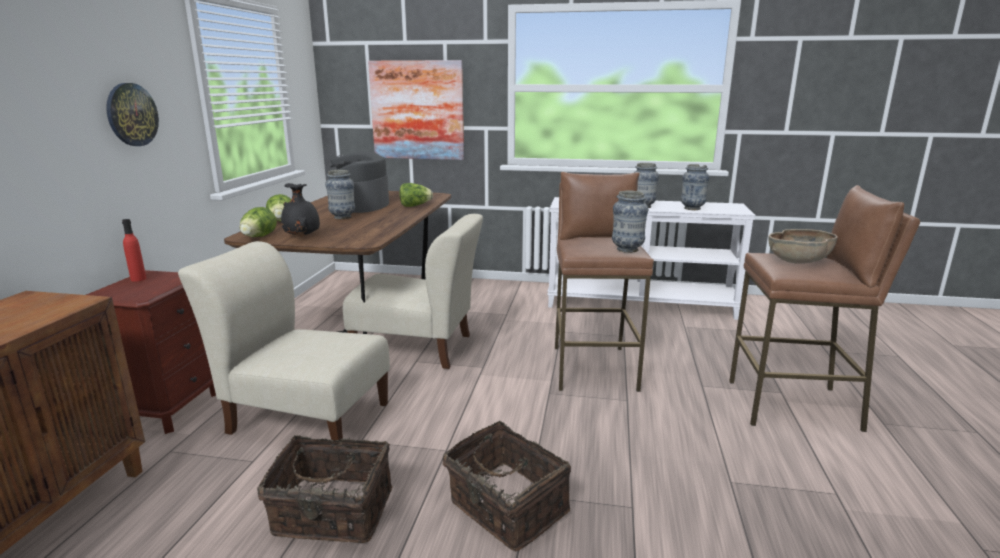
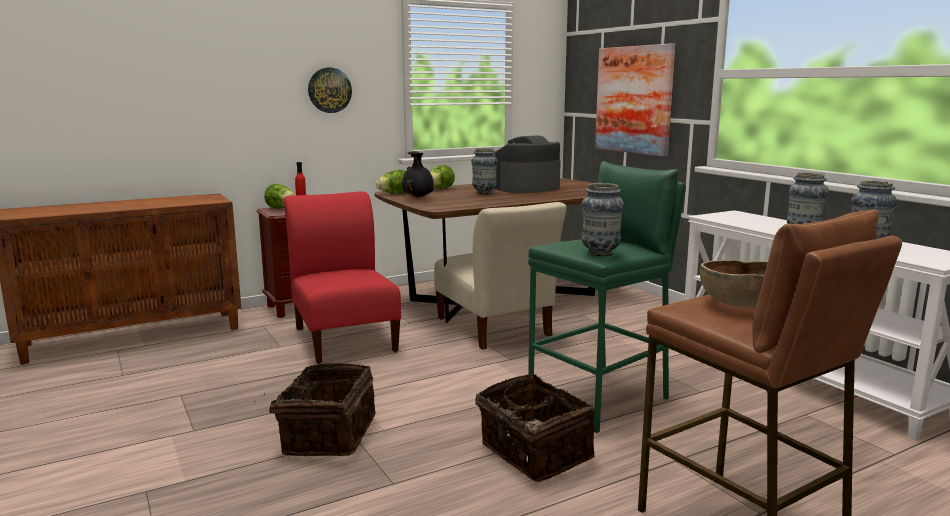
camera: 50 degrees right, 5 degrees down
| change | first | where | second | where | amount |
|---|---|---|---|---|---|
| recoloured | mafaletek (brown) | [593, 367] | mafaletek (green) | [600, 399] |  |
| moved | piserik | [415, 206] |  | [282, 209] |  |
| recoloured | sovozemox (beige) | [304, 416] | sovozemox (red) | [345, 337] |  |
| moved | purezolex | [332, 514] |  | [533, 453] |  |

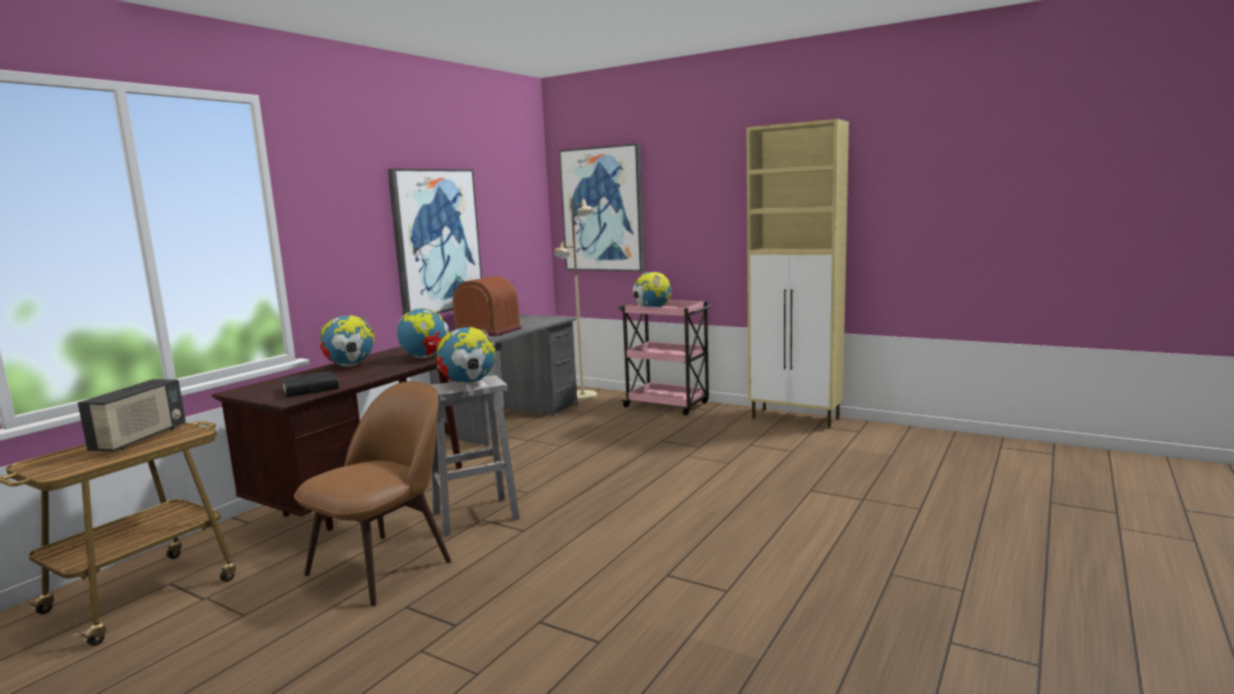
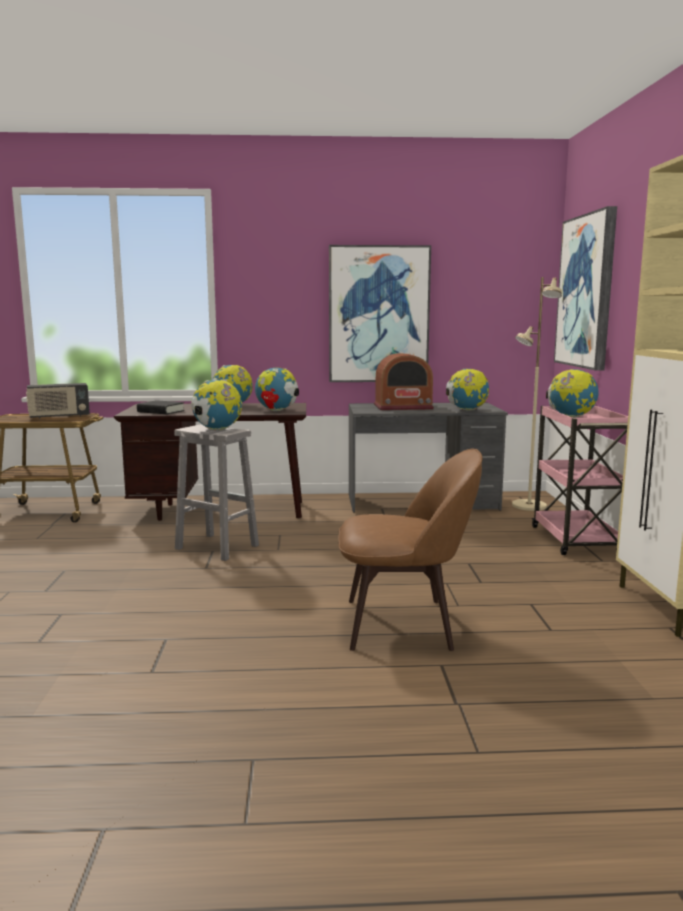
camera: 55 degrees right, 0 degrees up
| change | first | where | second | where | amount |
|---|---|---|---|---|---|
| turned | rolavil | [488, 331] |  | [403, 407] | 90 degrees clockwise |
| moved | sovozemox (brown) | [384, 565] |  | [404, 624] |  |
| added |  |  | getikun | [467, 410] |  |

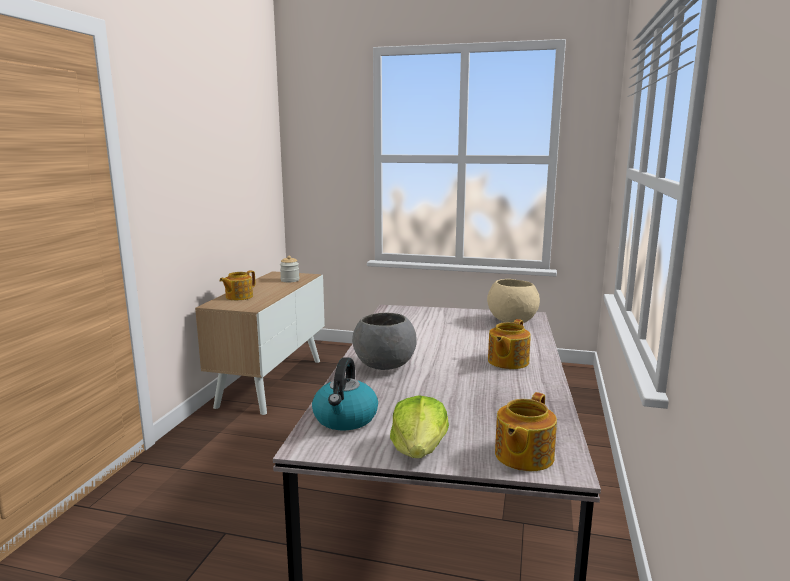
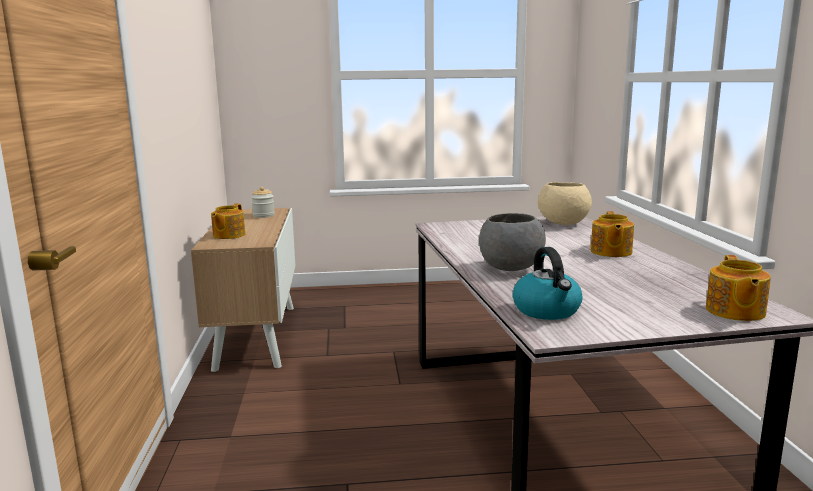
camera: 20 degrees left, 0 degrees up
| change | first | where | second | where | amount |
|---|---|---|---|---|---|
| removed | piserik | [419, 450] |  |  |  |

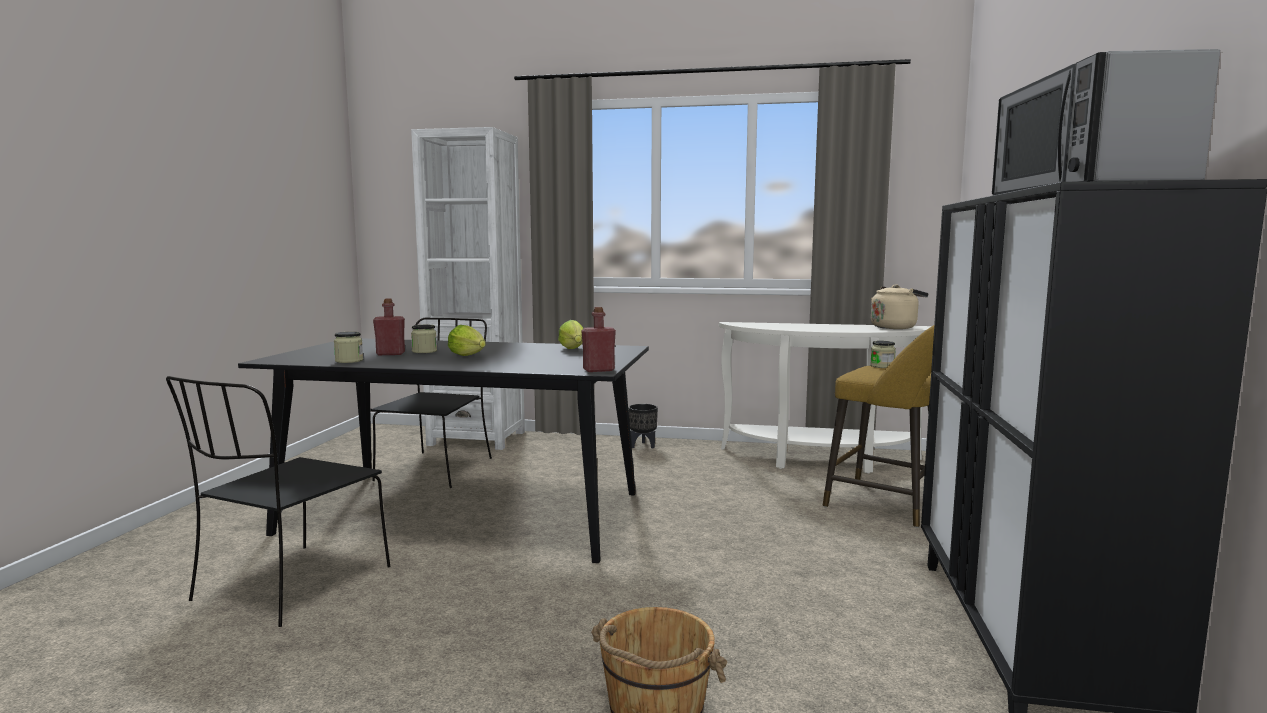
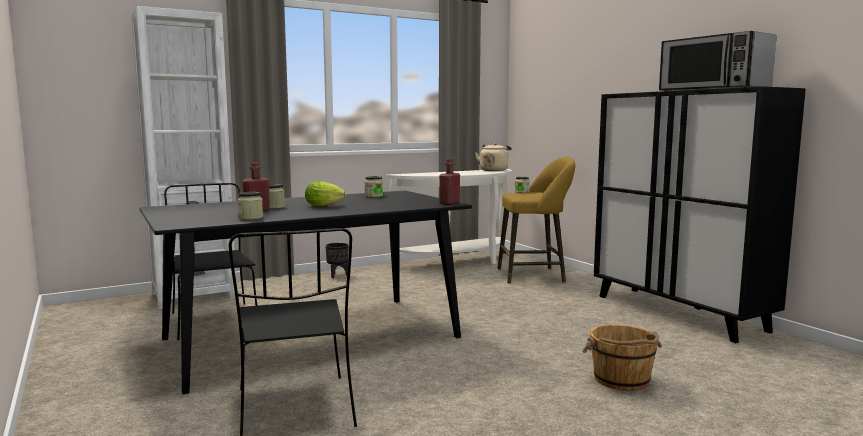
camera: 40 degrees left, 0 degrees up
| change | first | where | second | where | amount |
|---|---|---|---|---|---|
| replaced | piserik | [574, 349] | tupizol | [373, 196] |  |

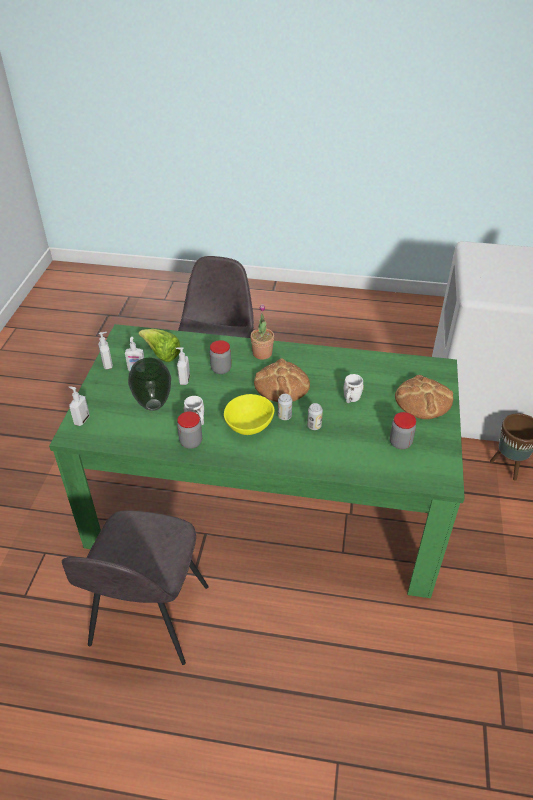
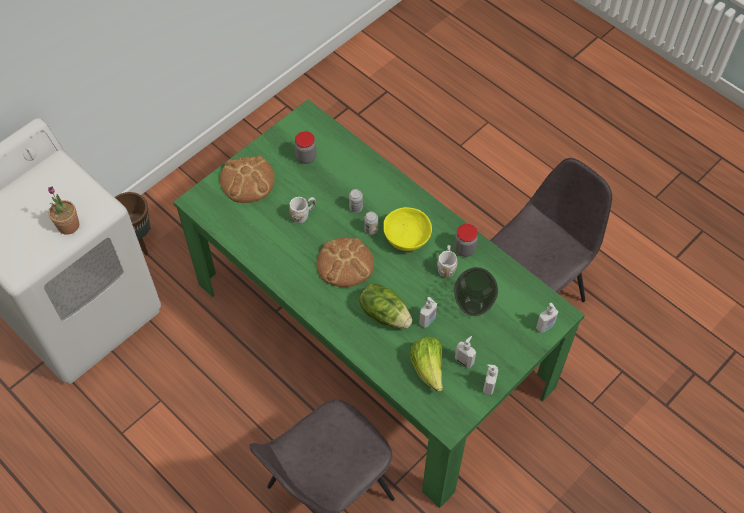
camera: 145 degrees left, 15 degrees up
| change | first | where | second | where | amount |
|---|---|---|---|---|---|
| moved | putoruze | [262, 353] |  | [68, 225] |  |
| replaced | tupizol | [221, 369] | piserik | [385, 314] |  |

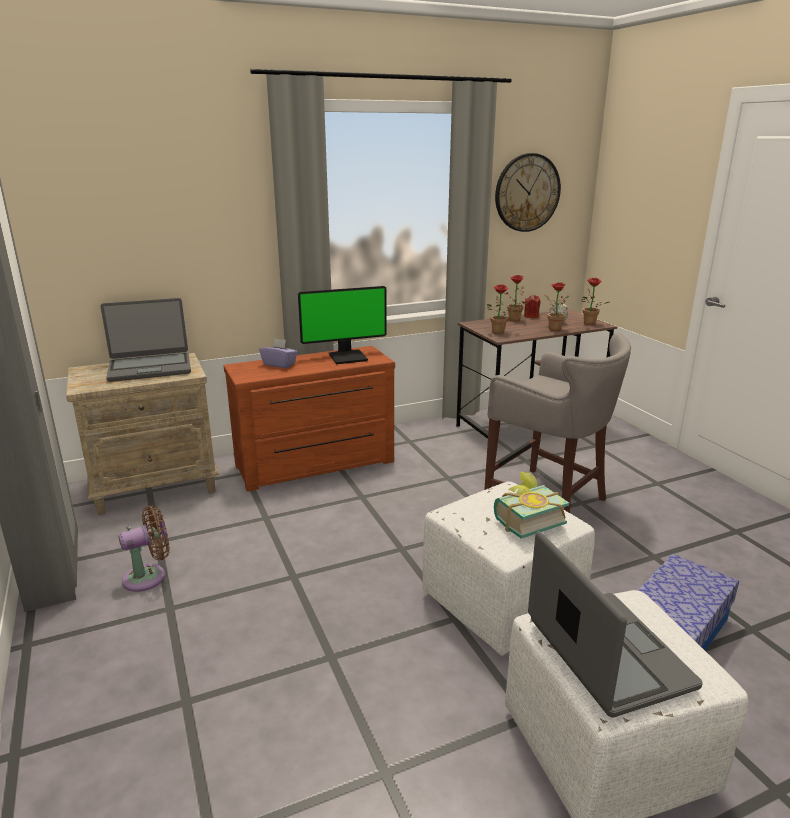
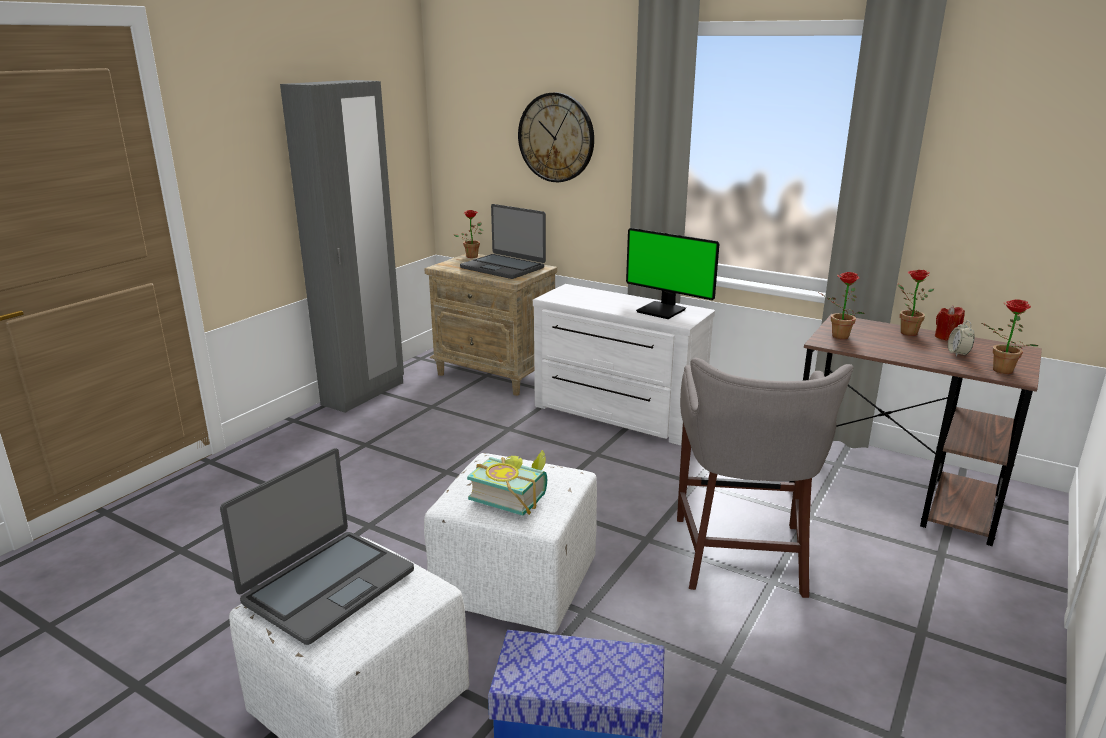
camera: 55 degrees right, 0 degrees up
| change | first | where | second | where | amount |
|---|---|---|---|---|---|
| moved | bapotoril | [527, 193] |  | [556, 137] |  |
| moved | putoruze | [552, 328] |  | [472, 256] |  |
| removed | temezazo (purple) | [279, 364] |  |  |  |
| recoloured | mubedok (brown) | [316, 465] | mubedok (white) | [616, 415] |  |
| removed | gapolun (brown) | [149, 577] |  |  |  |

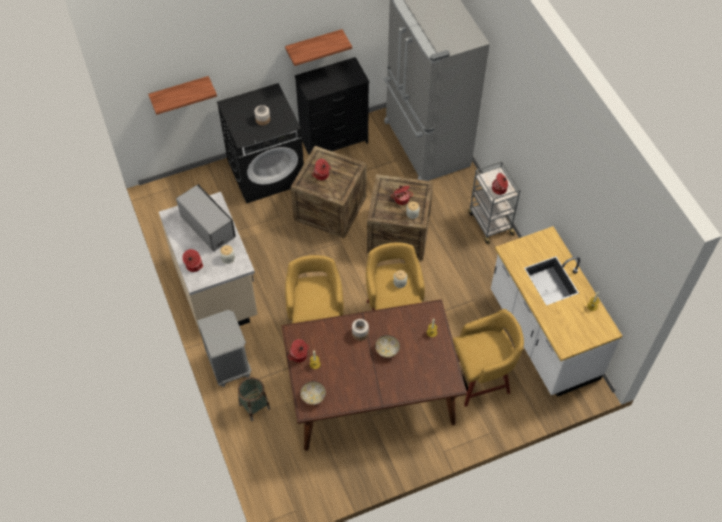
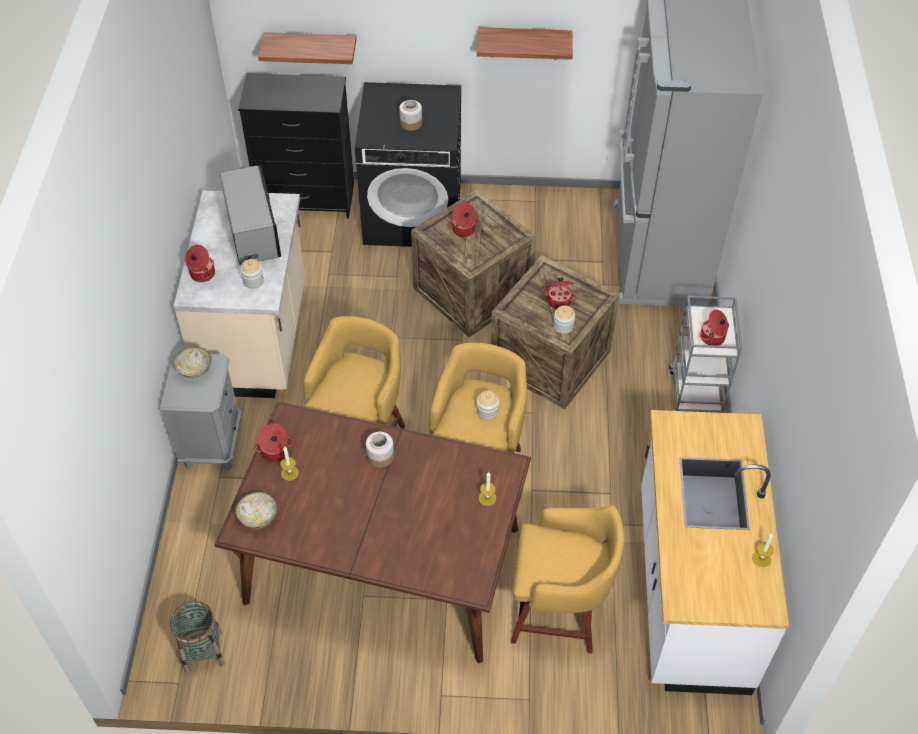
camera: 25 degrees right, 5 degrees down
| change | first | where | second | where | amount |
|---|---|---|---|---|---|
| moved | mubedok (black) | [334, 140] |  | [306, 199] |  |
| moved | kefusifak | [387, 350] |  | [195, 370] |  |
| moved | purezolex | [254, 406] |  | [203, 651] |  |

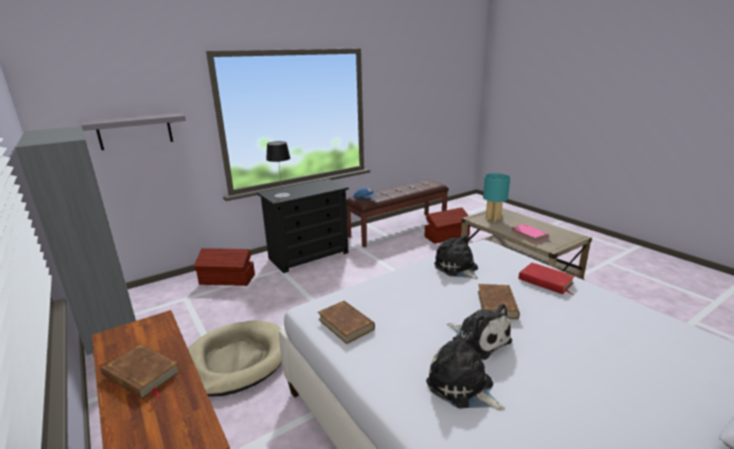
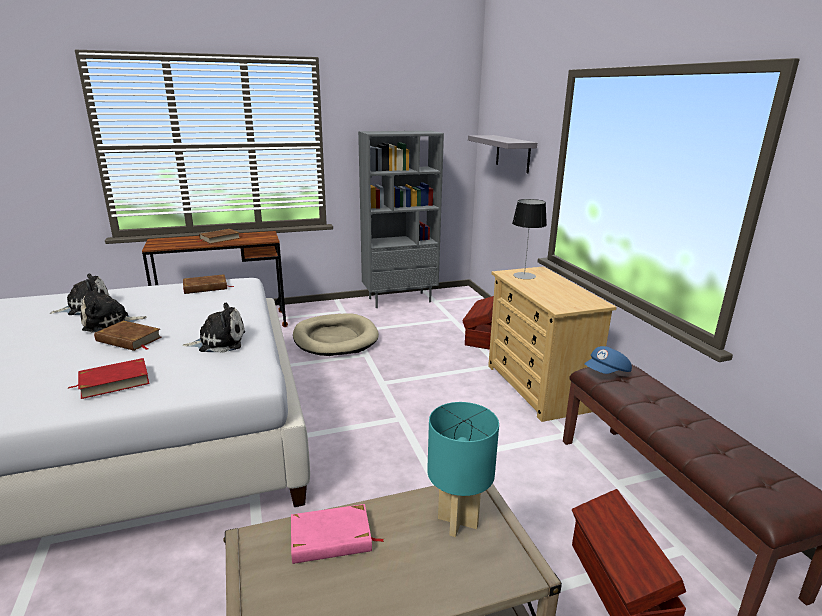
camera: 105 degrees right, 0 degrees up
| change | first | where | second | where | amount |
|---|---|---|---|---|---|
| recoloured | mubedok (black) | [309, 255] | mubedok (beige) | [538, 387] |  |

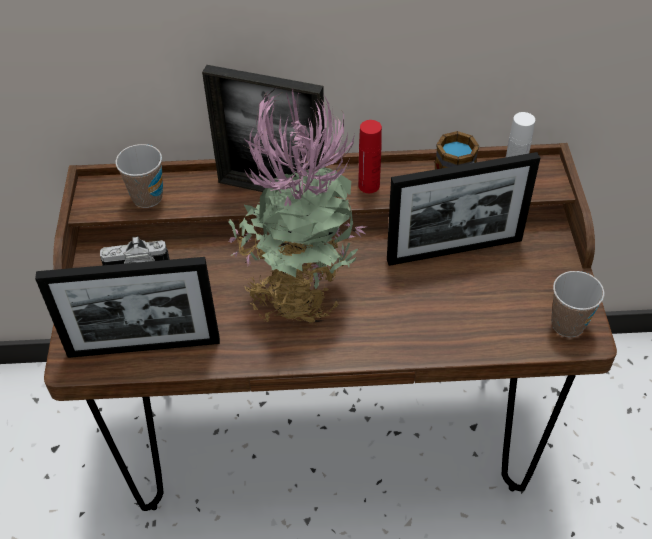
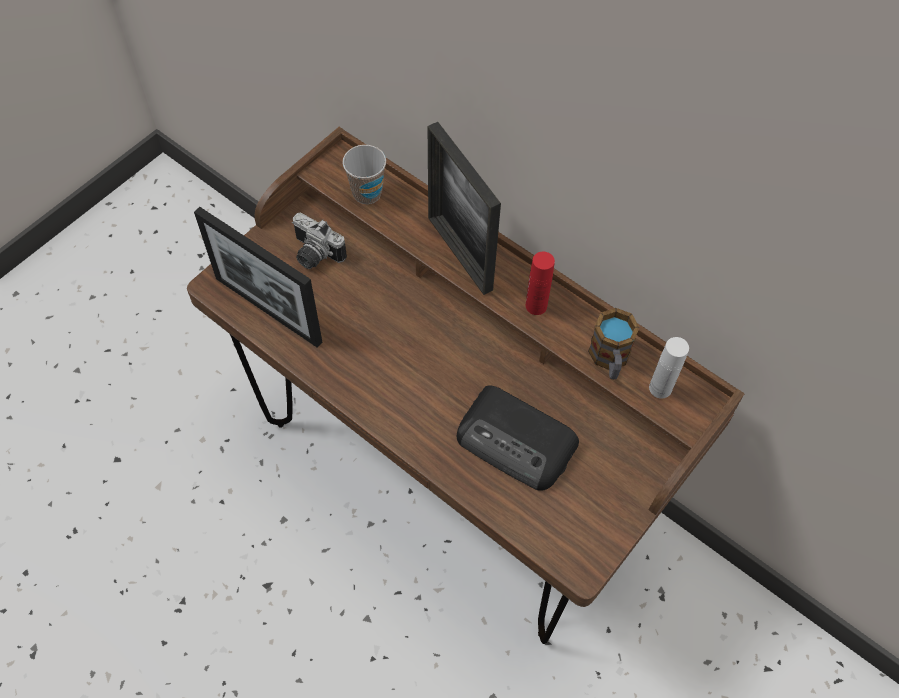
camera: 40 degrees right, 10 degrees up
| change | first | where | second | where | amount |
|---|---|---|---|---|---|
| removed | putoruze | [298, 293] |  |  |  |
| removed | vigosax | [454, 250] |  |  |  |
| removed | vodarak | [567, 324] |  |  |  |
| added |  |  | rolavil | [517, 442] |  |

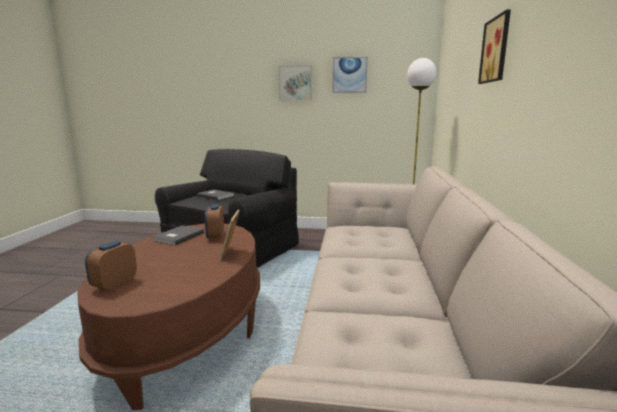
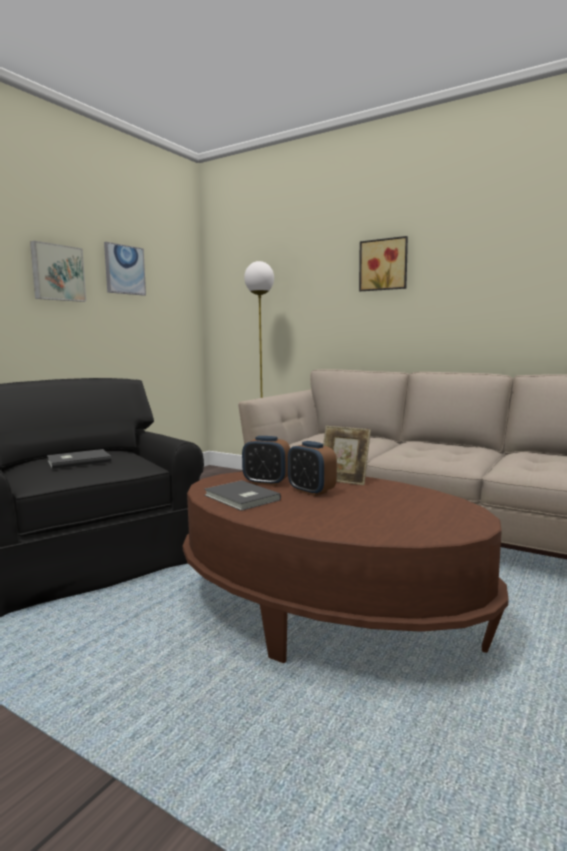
camera: 65 degrees left, 5 degrees down
| change | first | where | second | where | amount |
|---|---|---|---|---|---|
| moved | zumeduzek | [114, 285] |  | [311, 491] |  |

